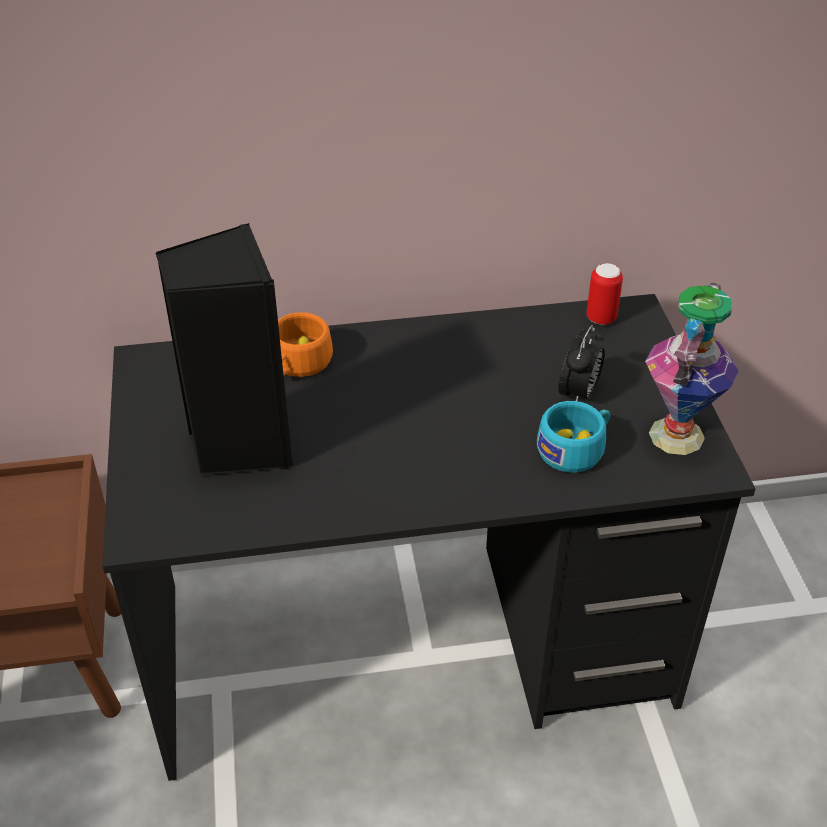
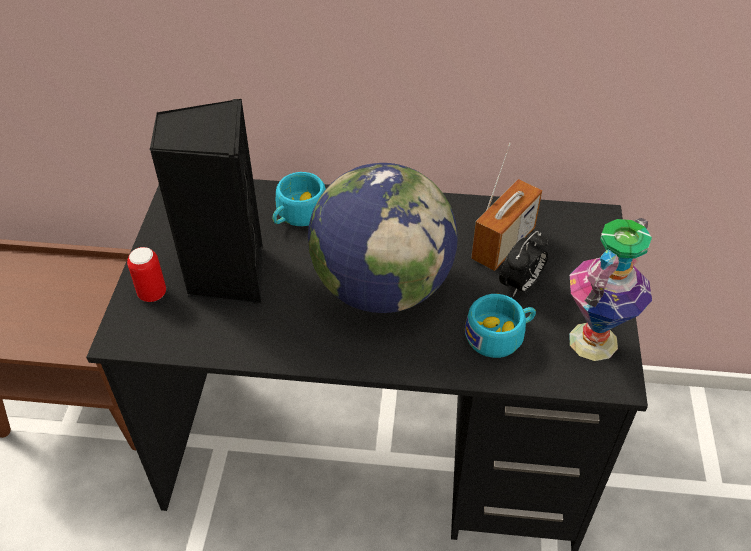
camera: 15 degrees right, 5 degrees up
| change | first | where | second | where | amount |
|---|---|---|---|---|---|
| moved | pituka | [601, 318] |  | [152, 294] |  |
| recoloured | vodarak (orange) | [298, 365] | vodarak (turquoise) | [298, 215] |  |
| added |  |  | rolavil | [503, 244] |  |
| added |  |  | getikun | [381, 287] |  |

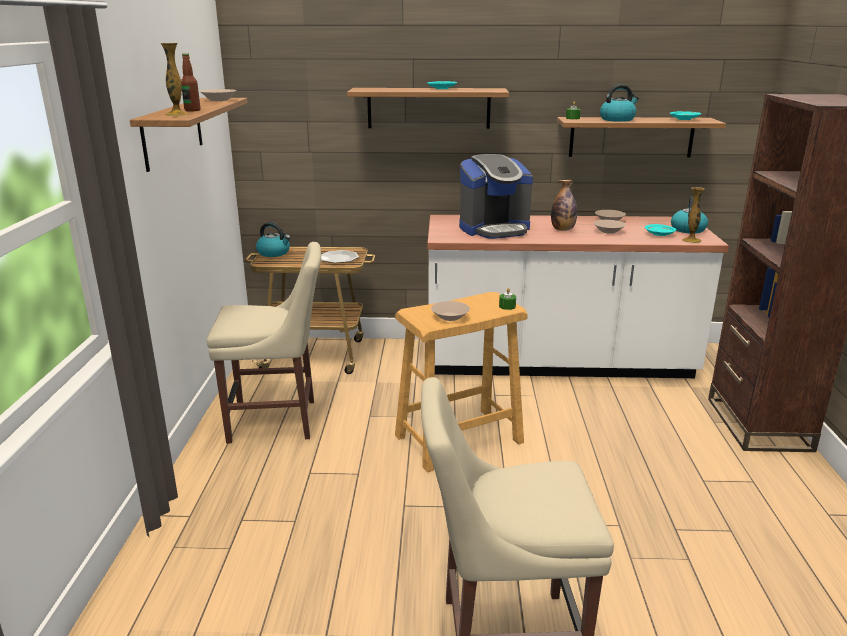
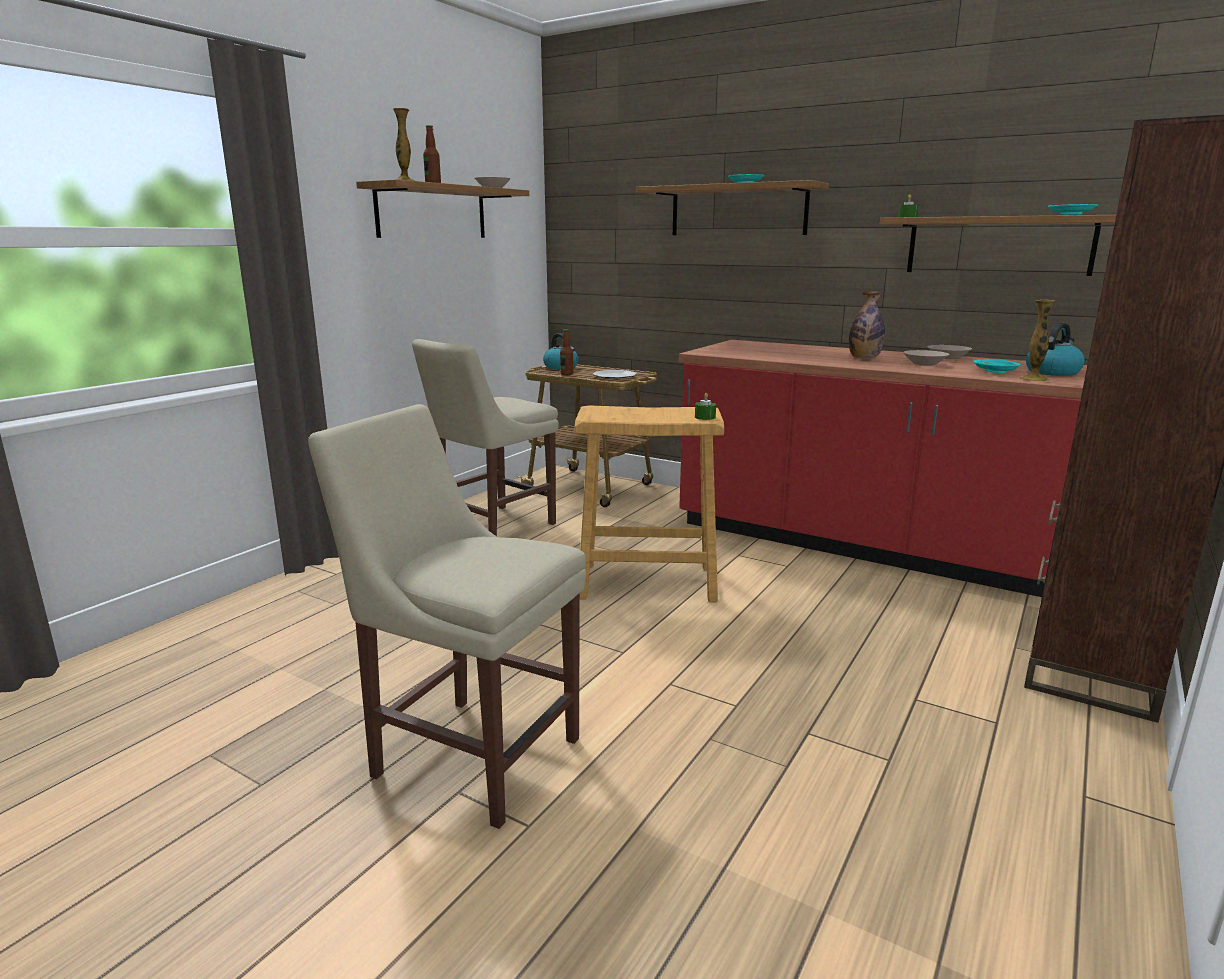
camera: 30 degrees right, 5 degrees down
| change | first | where | second | where | amount |
|---|---|---|---|---|---|
| removed | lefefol | [617, 119] |  |  |  |
| removed | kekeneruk | [494, 229] |  |  |  |
| recoloured | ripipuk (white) | [557, 363] | ripipuk (red) | [855, 544] |  |
| turned | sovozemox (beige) | [278, 421] |  | [492, 527] | 105 degrees clockwise |
| removed | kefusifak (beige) | [450, 317] |  |  |  |
| added |  |  | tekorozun | [566, 374] |  |

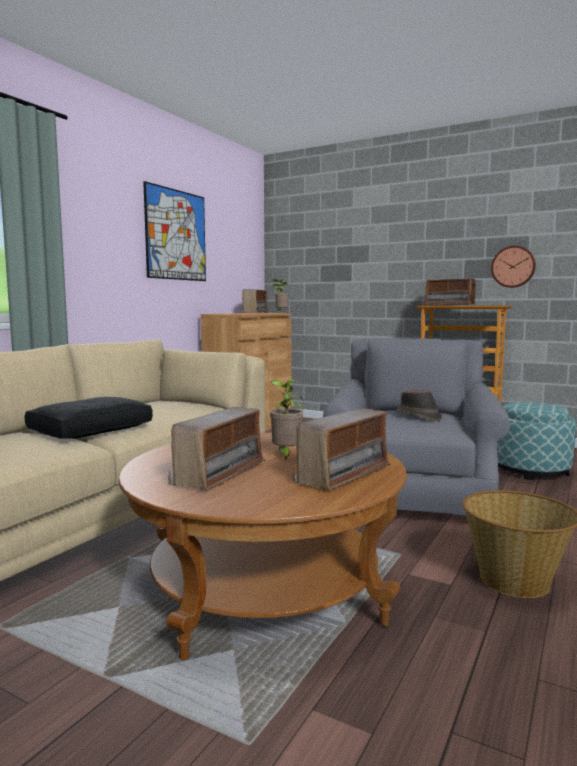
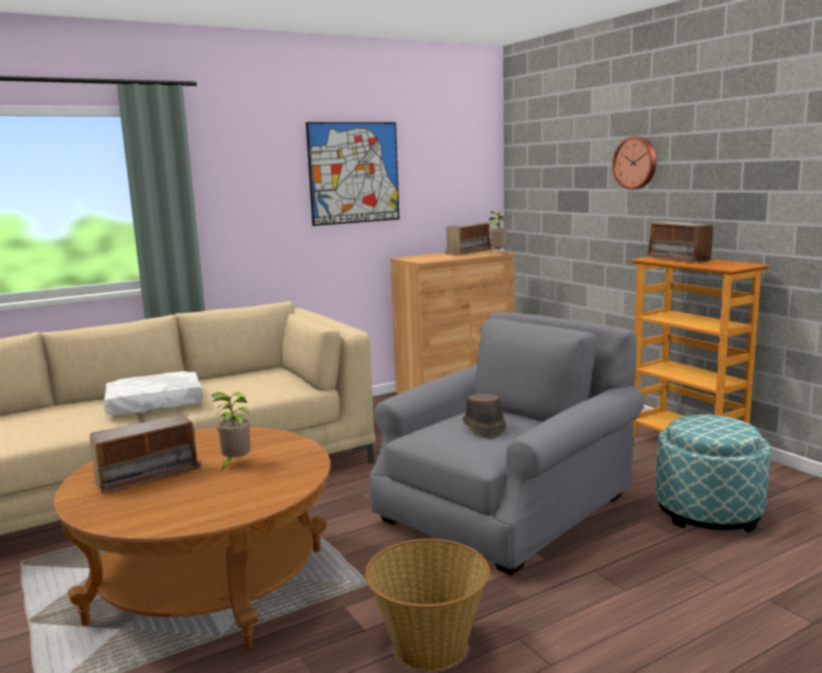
camera: 30 degrees right, 5 degrees up
| change | first | where | second | where | amount |
|---|---|---|---|---|---|
| moved | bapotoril | [513, 267] |  | [636, 163] |  |
| recoloured | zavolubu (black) | [91, 430] | zavolubu (white) | [154, 405] |  |
| removed | rolavil | [343, 475] |  |  |  |

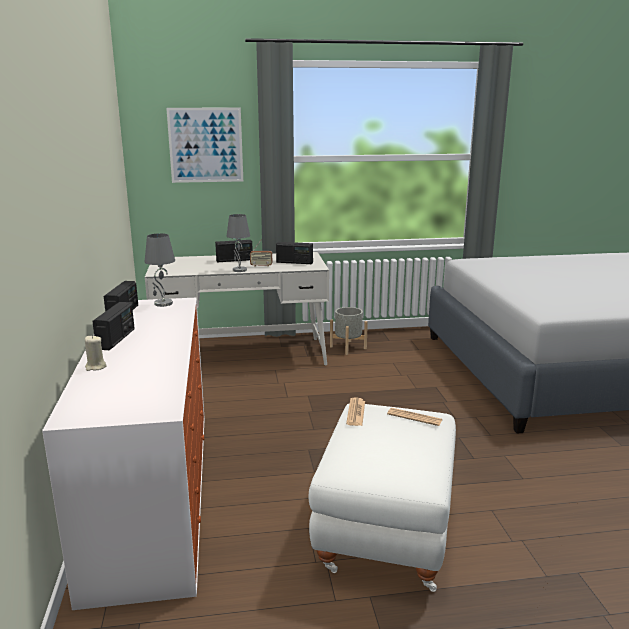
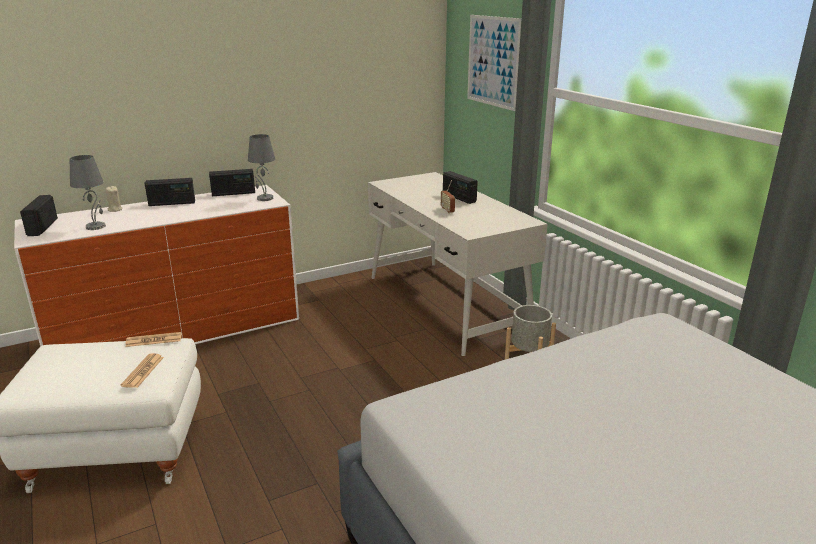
camera: 70 degrees right, 5 degrees up
| change | first | where | second | where | amount |
|---|---|---|---|---|---|
| moved | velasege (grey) | [239, 270] |  | [96, 226] |  |
| moved | rolavil | [294, 262] |  | [42, 227] |  |

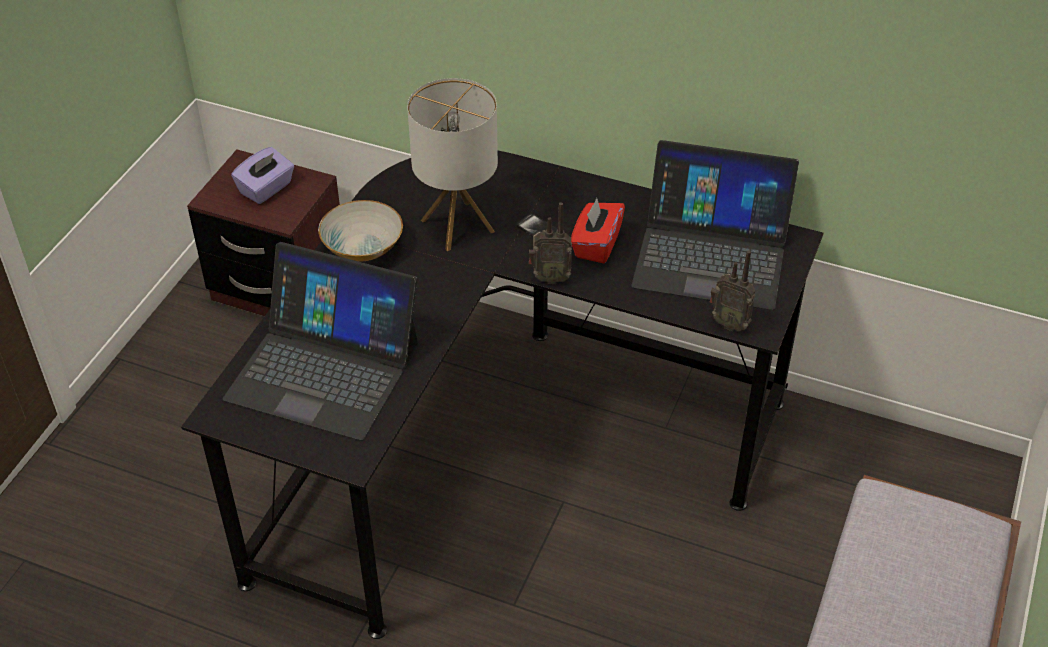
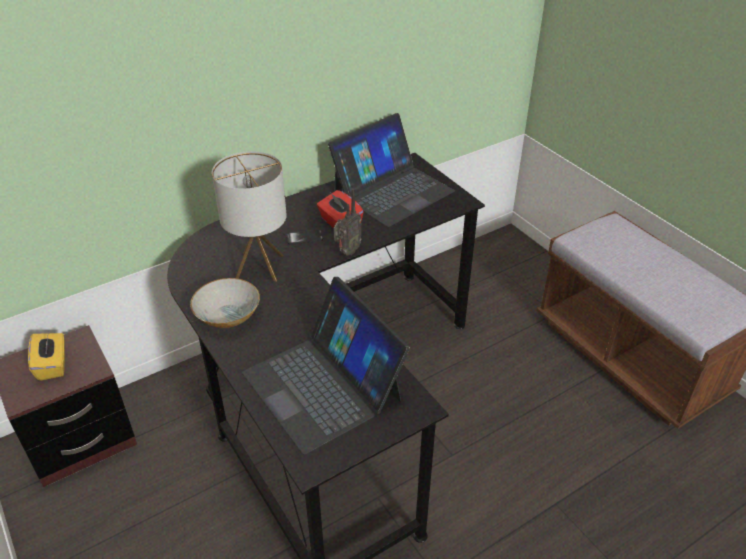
camera: 55 degrees left, 5 degrees down
| change | first | where | second | where | amount |
|---|---|---|---|---|---|
| recoloured | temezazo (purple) | [266, 189] | temezazo (yellow) | [53, 365] |  |
| turned | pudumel | [324, 369] |  | [323, 385] | 90 degrees clockwise |
| removed | rolavil | [729, 323] |  |  |  |

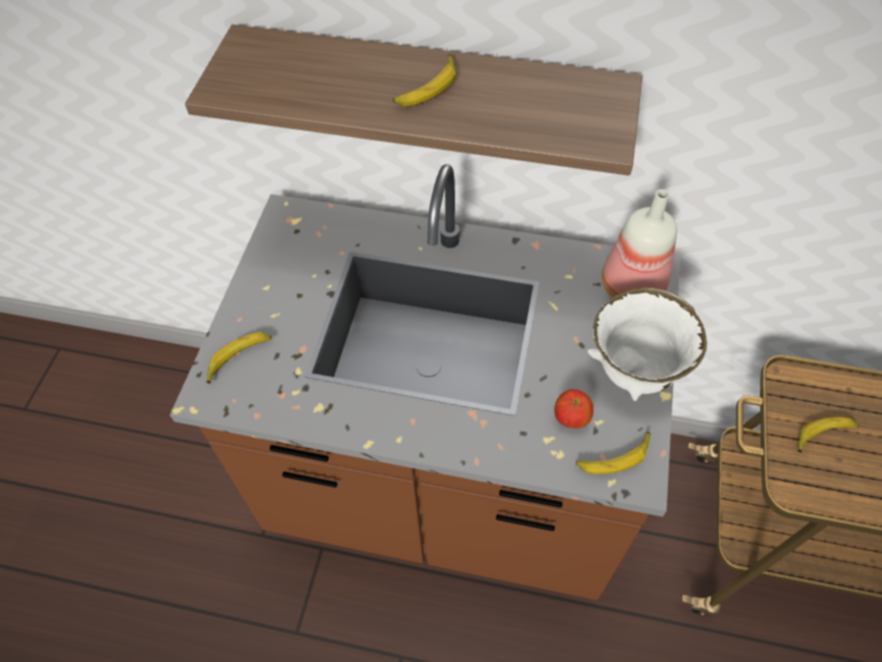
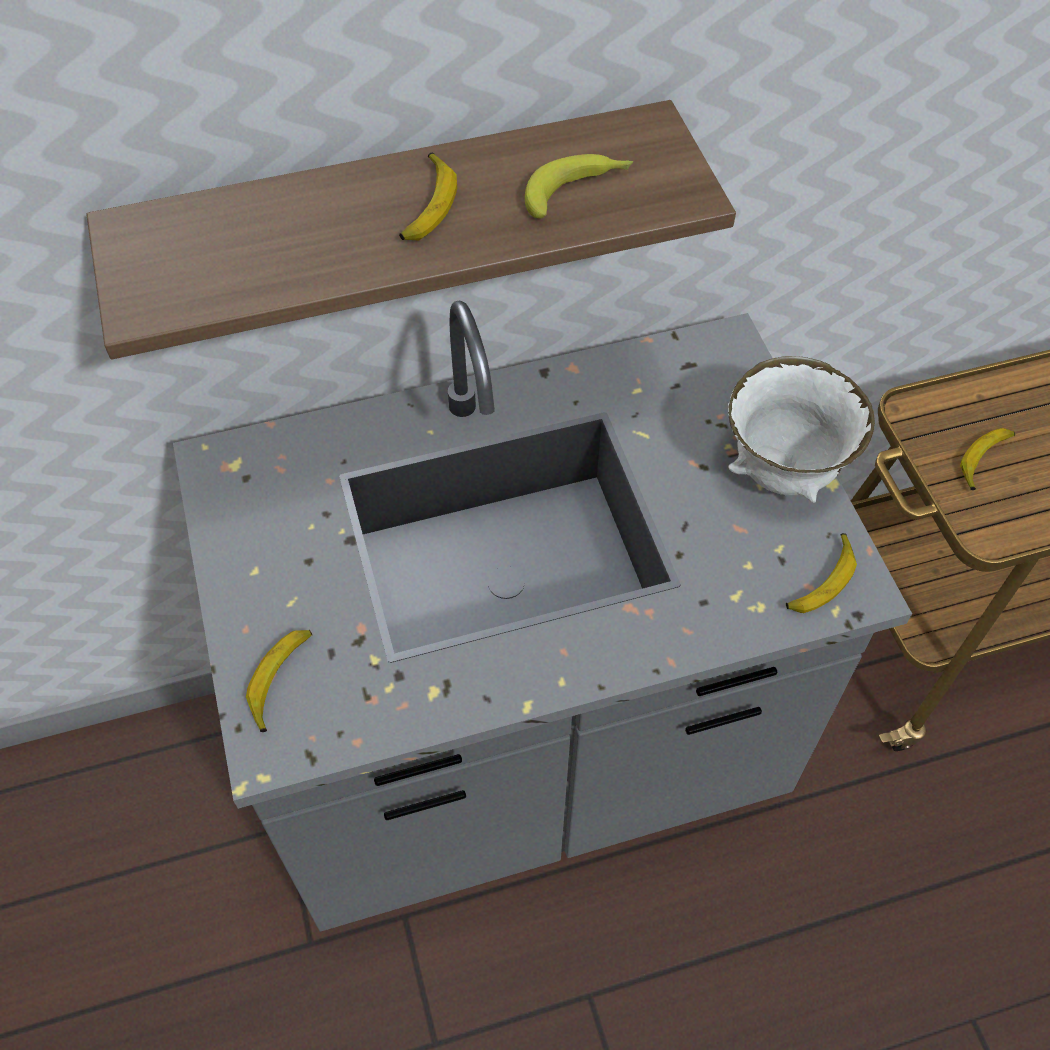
camera: 30 degrees left, 0 degrees up
| change | first | where | second | where | amount |
|---|---|---|---|---|---|
| recoloured | ripipuk (brown) | [445, 490] | ripipuk (grey) | [525, 757] |  |
| removed | tekorozun | [629, 286] |  |  |  |
| removed | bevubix | [571, 418] |  |  |  |
| added |  |  | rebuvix | [578, 191] |  |

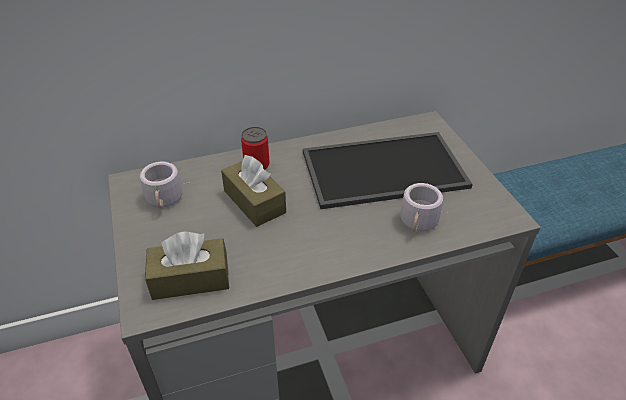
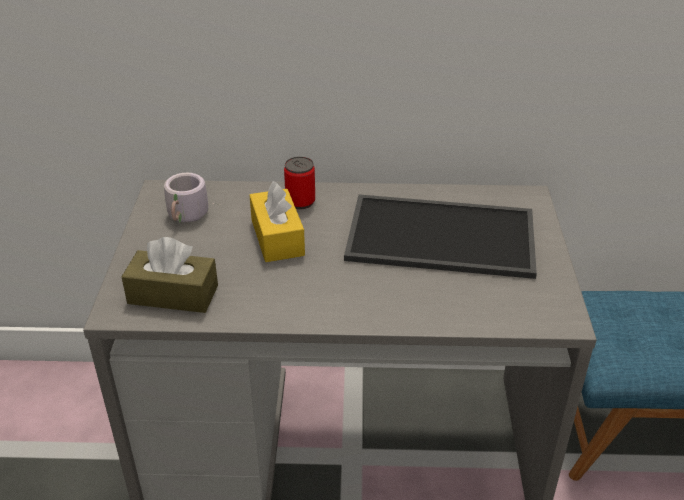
camera: 20 degrees right, 5 degrees down
| change | first | where | second | where | amount |
|---|---|---|---|---|---|
| recoloured | temezazo (brown) | [254, 201] | temezazo (yellow) | [277, 237] |  |
| removed | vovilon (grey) | [420, 223] |  |  |  |

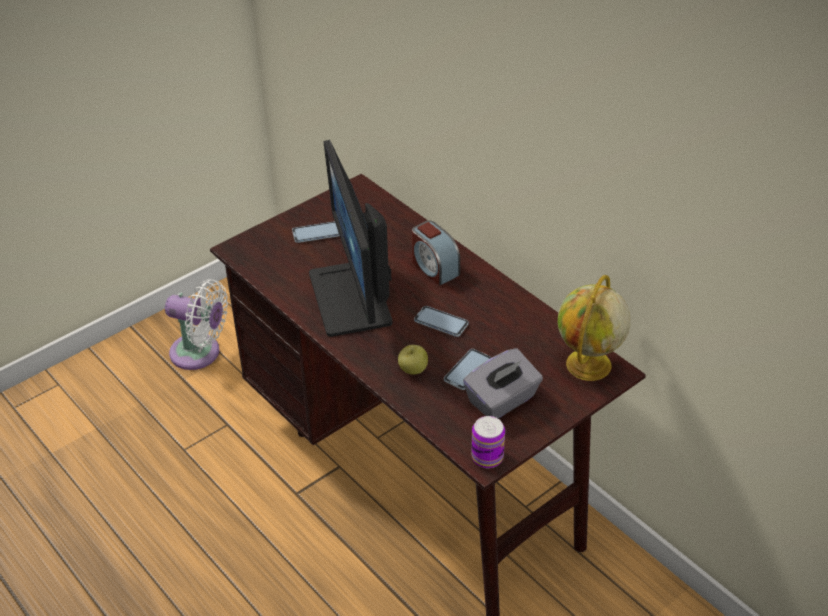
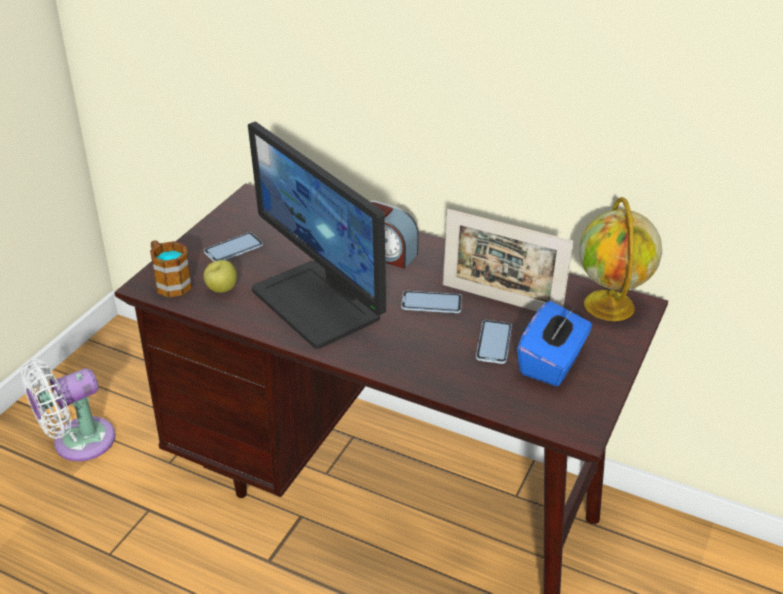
camera: 25 degrees left, 5 degrees down
| change | first | where | second | where | amount |
|---|---|---|---|---|---|
| turned | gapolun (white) | [200, 353] |  | [77, 442] | 150 degrees clockwise |
| moved | bevubix | [413, 370] |  | [221, 289] |  |
| recoloured | temezazo (grey) | [502, 400] | temezazo (blue) | [552, 363] |  |
| removed | pituka | [487, 457] |  |  |  |
| added |  |  | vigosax | [501, 300] |  |
| added |  |  | vovilon | [169, 282] |  |

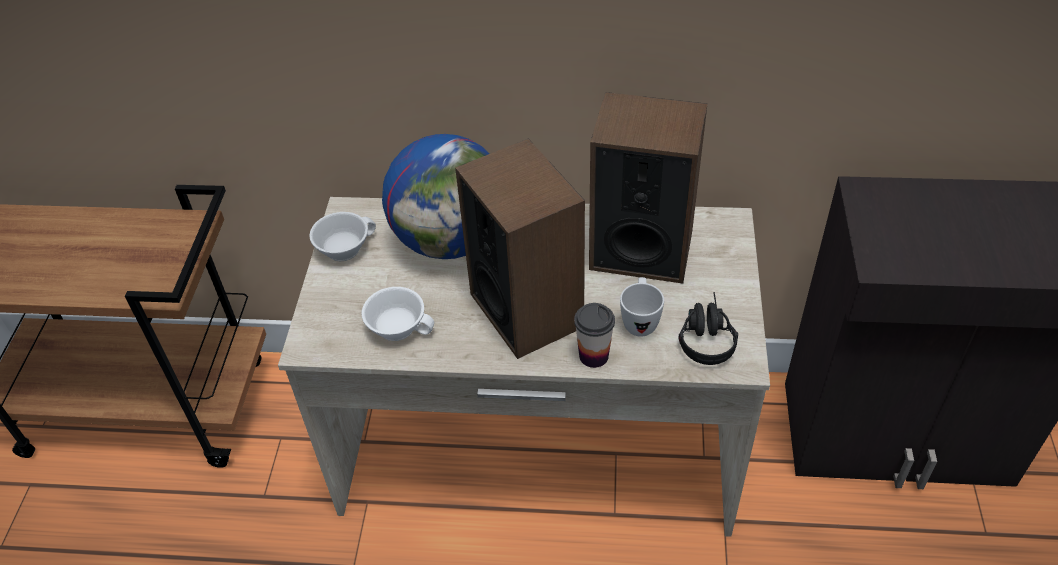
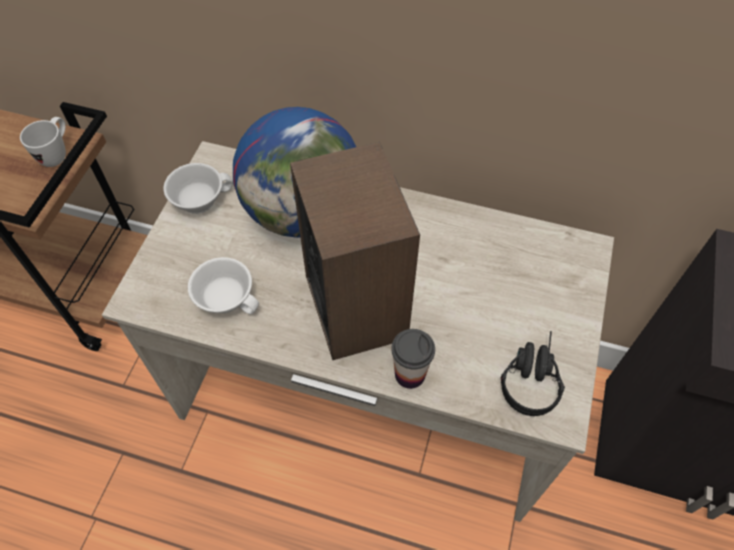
camera: 10 degrees right, 10 degrees up
| change | first | where | second | where | amount |
|---|---|---|---|---|---|
| removed | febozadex | [641, 250] |  |  |  |
| moved | vovilon (white) | [640, 320] |  | [57, 154] |  |

